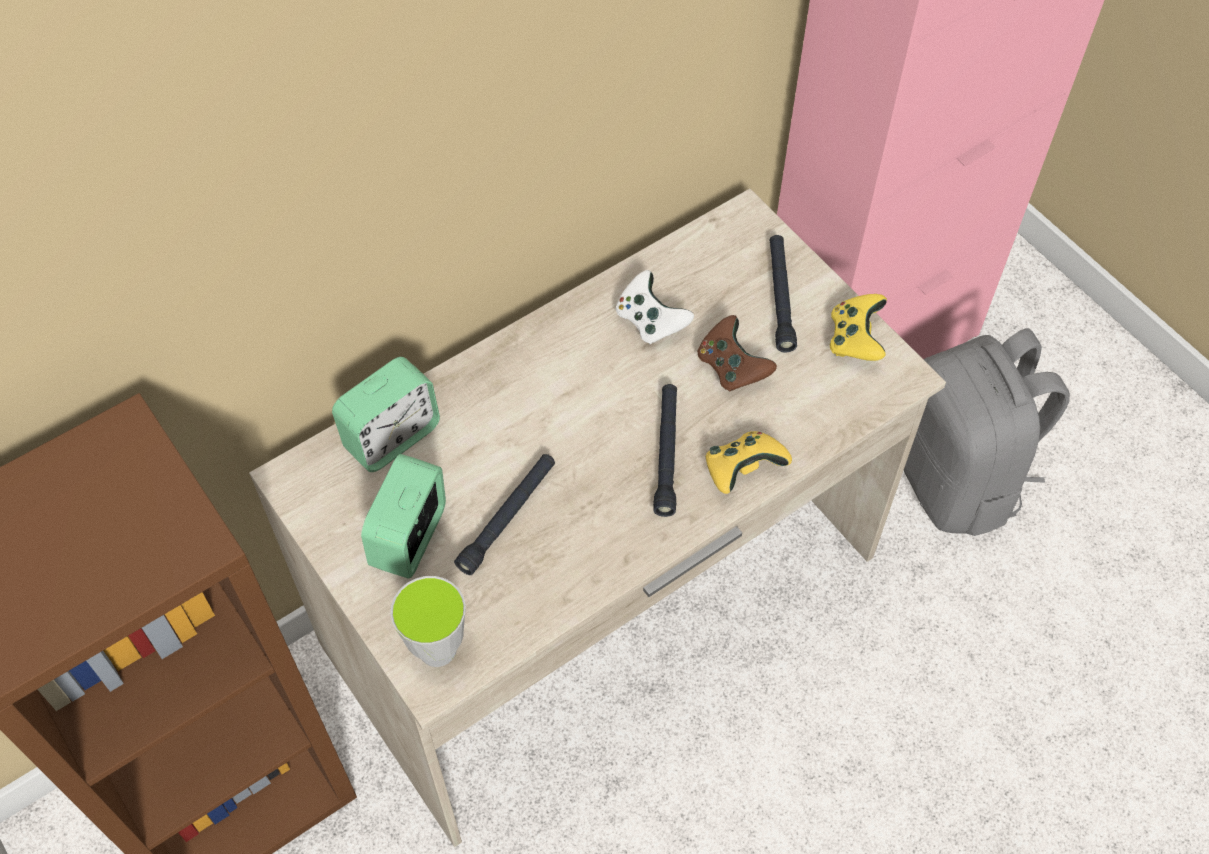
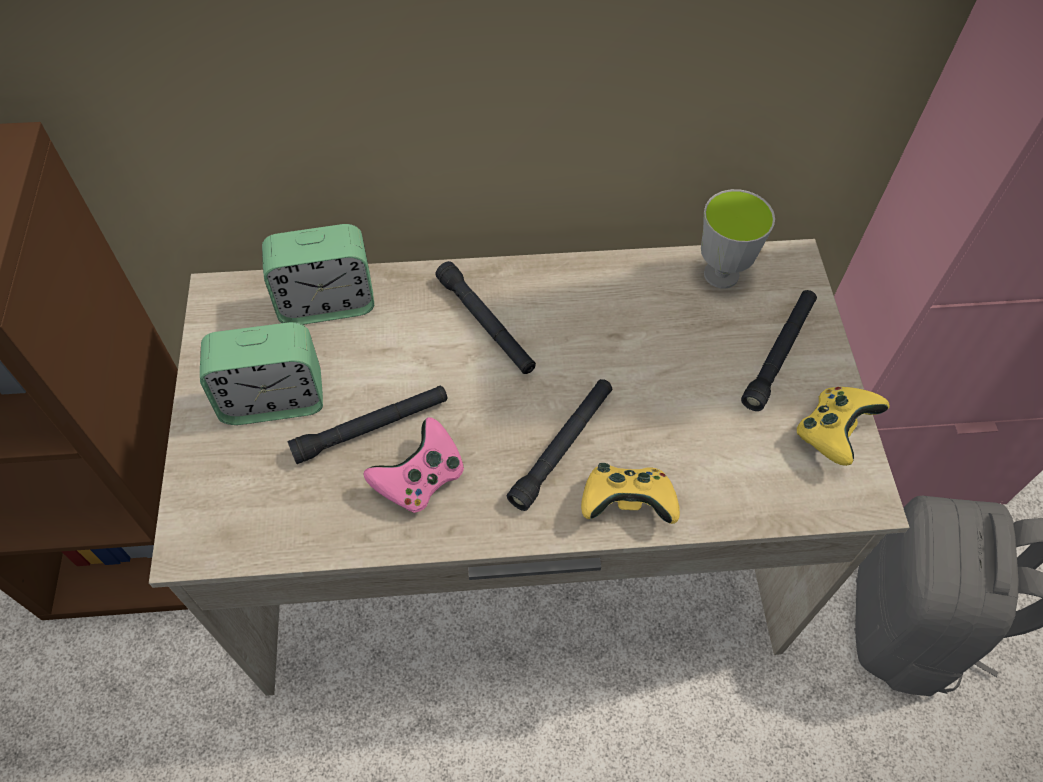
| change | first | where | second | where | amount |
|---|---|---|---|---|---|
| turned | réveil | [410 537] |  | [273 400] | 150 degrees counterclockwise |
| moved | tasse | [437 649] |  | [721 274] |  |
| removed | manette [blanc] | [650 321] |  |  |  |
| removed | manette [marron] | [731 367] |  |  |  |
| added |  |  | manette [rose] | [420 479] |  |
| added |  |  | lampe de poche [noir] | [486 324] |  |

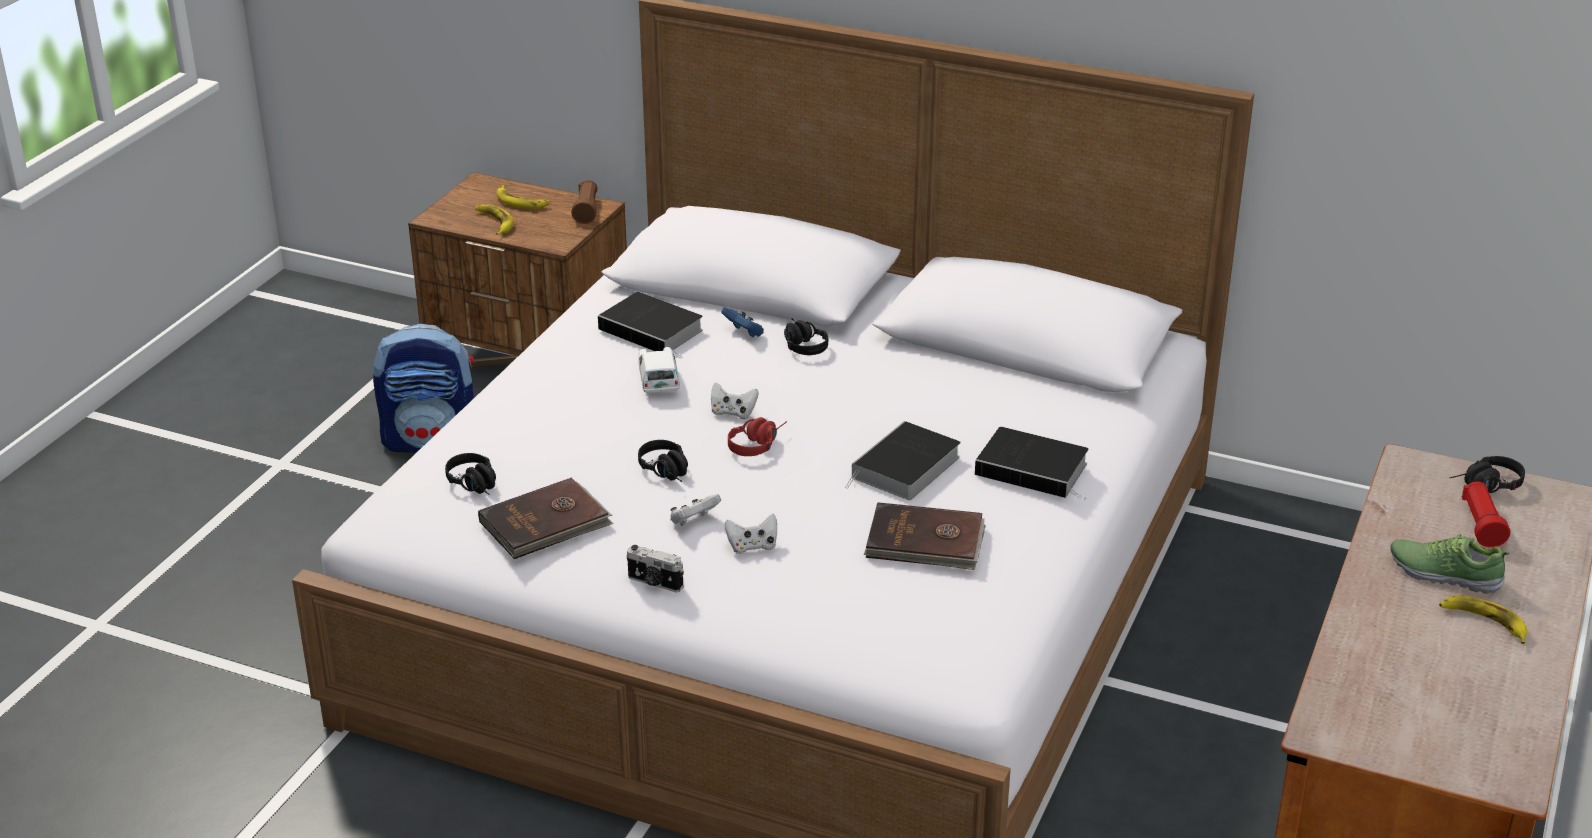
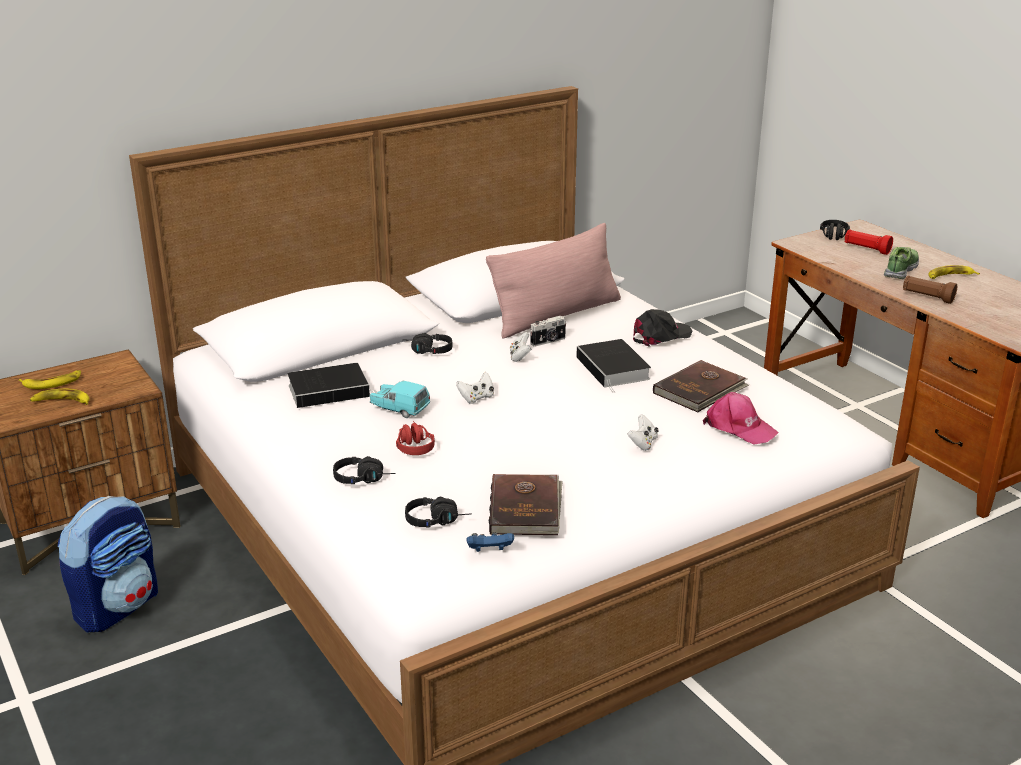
| change | first | where | second | where | amount |
|---|---|---|---|---|---|
| moved | lampe de poche [marron] | [586 211] |  | [927 297] |  |
| moved | appareil photo | [654 583] |  | [548 341] |  |
| recoloured | petite voiture [blanc] | [658 381] | petite voiture [turquoise] | [400 409] |  |
| moved | casque audio [noir] | [668 472] |  | [365 479] |  |
| moved | manette [blanc] | [693 521] |  | [520 357] |  |
| moved | manette [bleu] | [744 333] |  | [489 551] |  |
| moved | casque audio [rouge] | [757 444] |  | [413 445] |  |
| replaced | livre | [1035 469] | casquette [noir] | [660 336] |  |
| turned | chaussure | [1444 574] |  | [901 270] | 150 degrees clockwise |
| added |  |  | coussin [rose] | [556 315] |  |
| added |  |  | casquette [rose] | [739 428] |  |

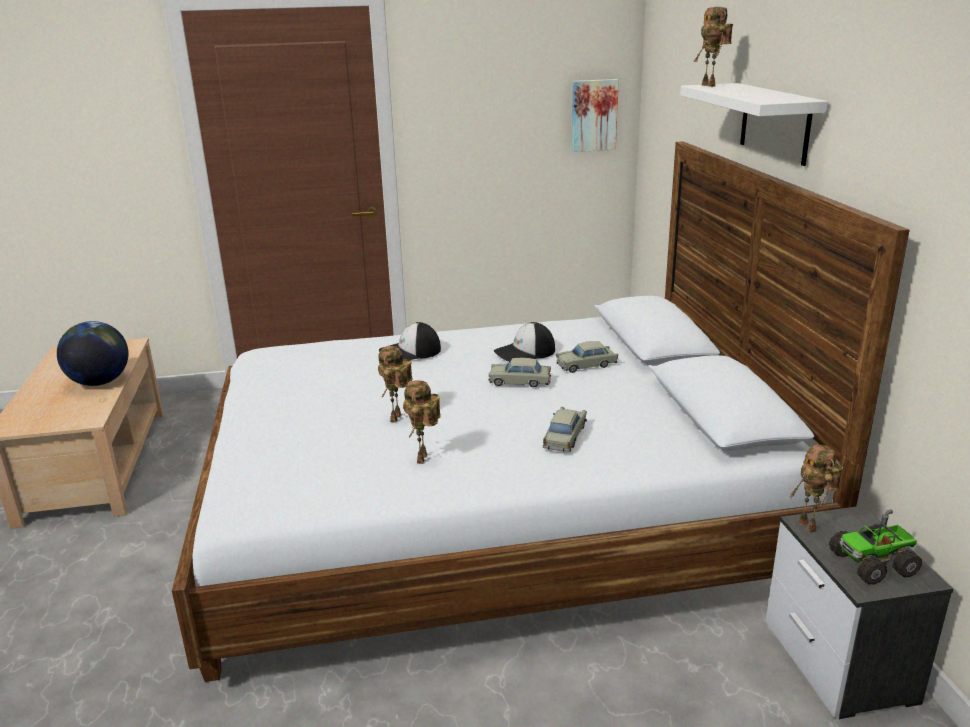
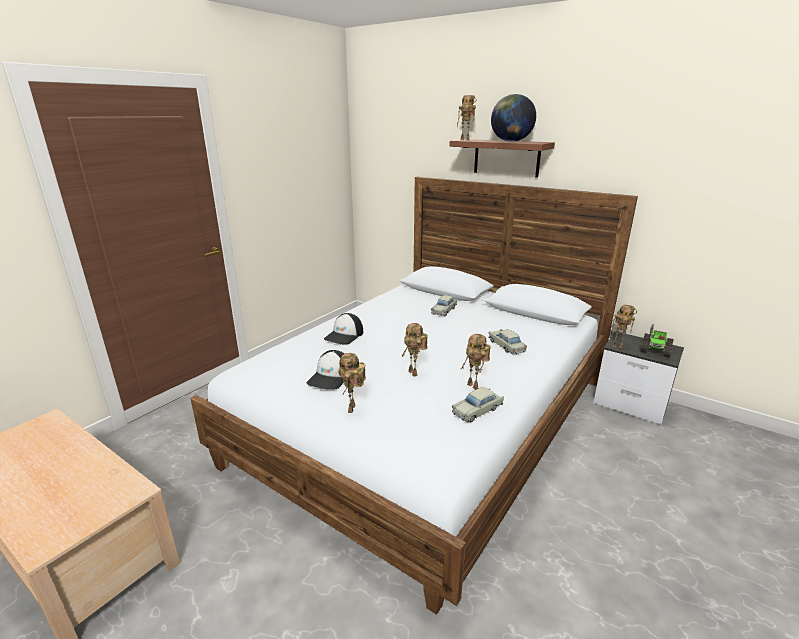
| change | first | where | second | where | amount |
|---|---|---|---|---|---|
| moved | globe | [99 382] |  | [510 141] |  |
| moved | petite voiture [beige] | [519 382] |  | [477 410] |  |
| moved | casquette | [525 352] |  | [331 377] |  |
| removed | tableau | [593 115] |  |  |  |
| recoloured | étagère [blanc] | [775 123] | étagère [marron] | [506 157] |  |
| added |  |  | robot jouet | [353 409] |  |

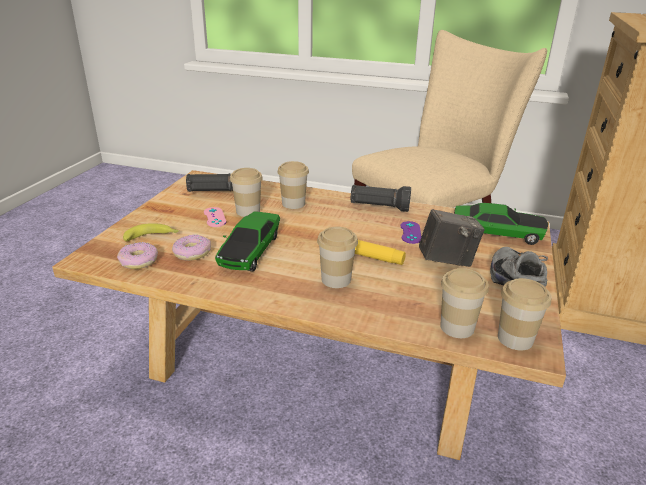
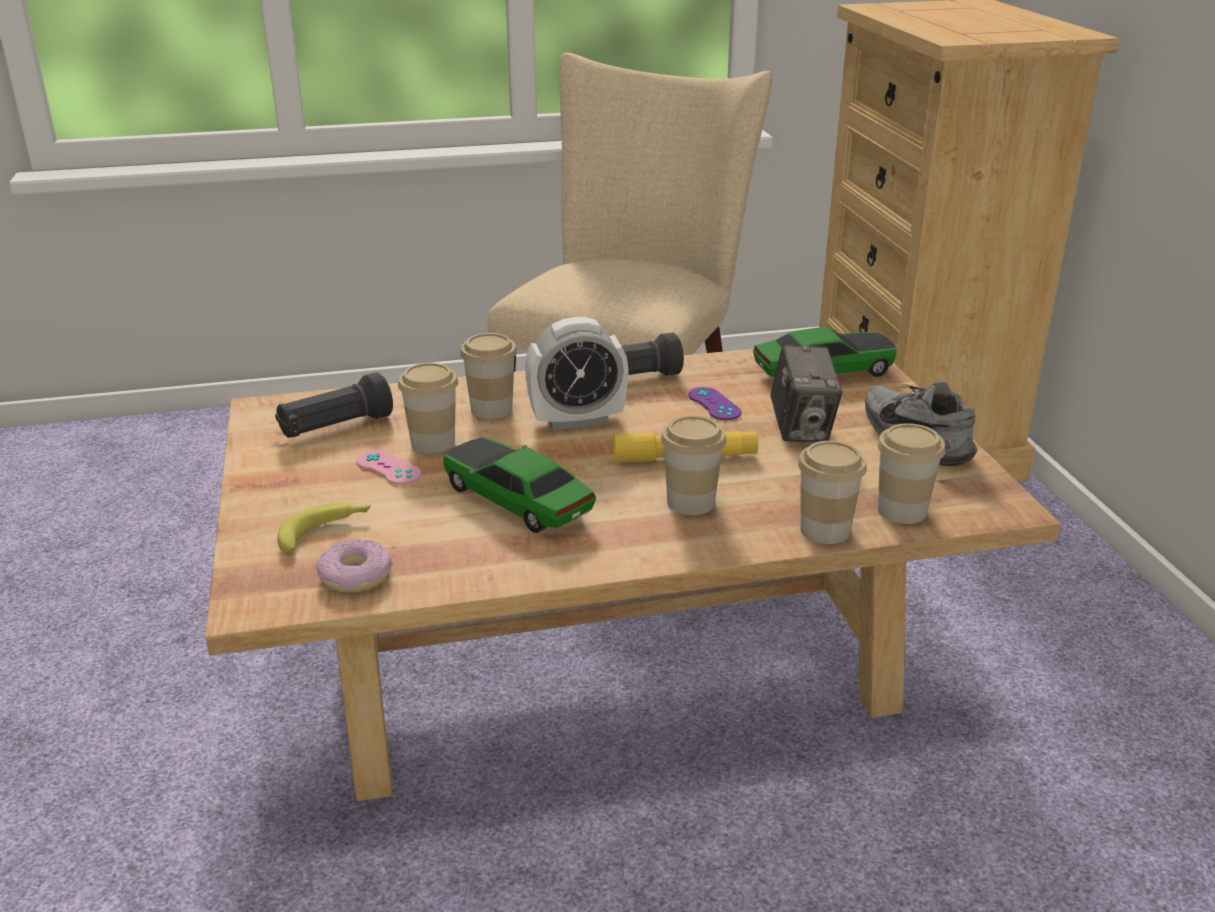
| change | first | where | second | where | amount |
|---|---|---|---|---|---|
| removed | beignet | [192 253] |  |  |  |
| turned | petite voiture | [251 251] |  | [518 501] | 150 degrees clockwise |
| turned | appareil photo | [447 260] |  | [802 429] | 120 degrees clockwise |
| moved | tasse | [515 339] |  | [825 530] |  |
| added |  |  | réveil | [577 420] |  |

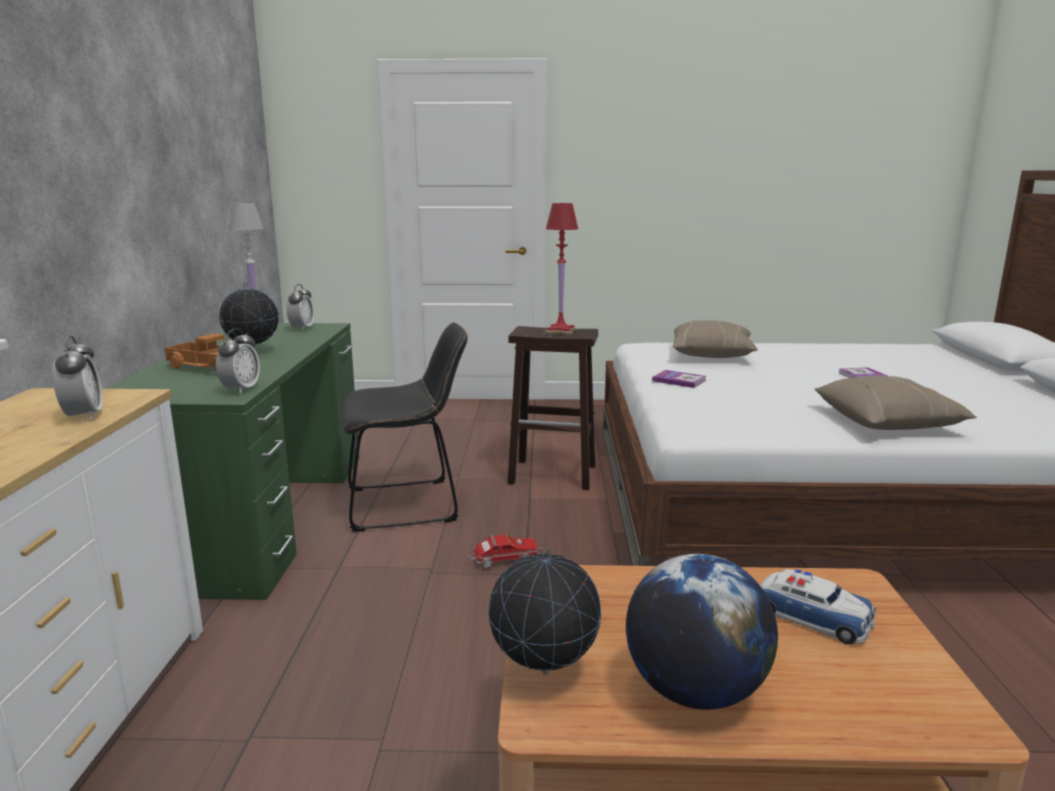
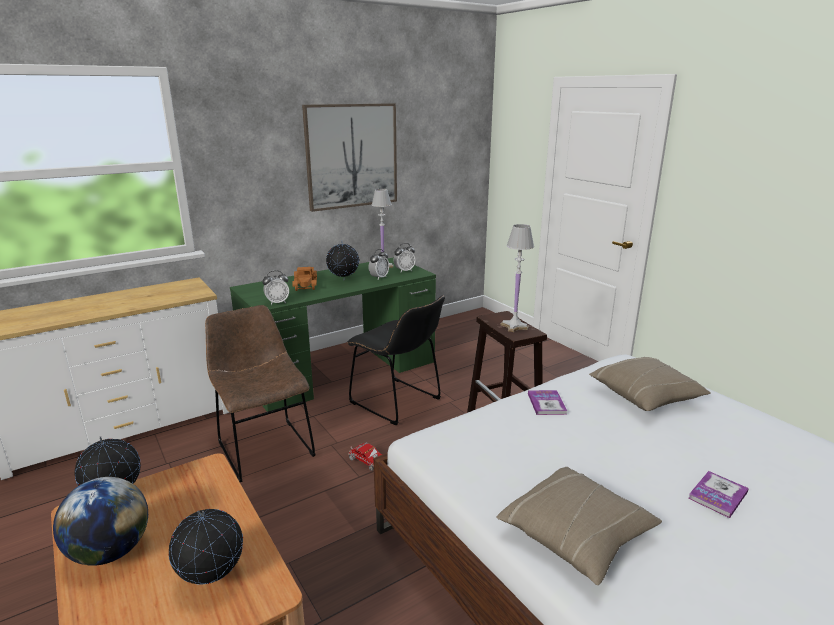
| change | first | where | second | where | amount |
|---|---|---|---|---|---|
| moved | réveil | [83 416] |  | [379 277] |  |
| recoloured | lampe de table [rouge] | [560 331] | lampe de table [blanc] | [514 326] |  |
| replaced | petite voiture | [812 616] | globe | [212 579] |  |
| added |  |  | chaise [marron] | [264 447] |  |
| added |  |  | tableau | [352 156] |  |

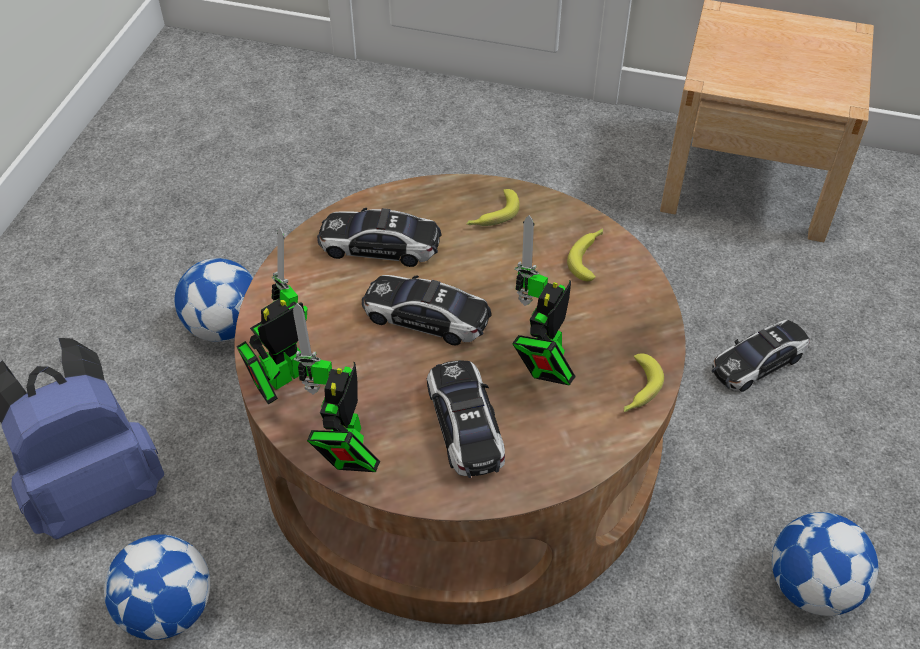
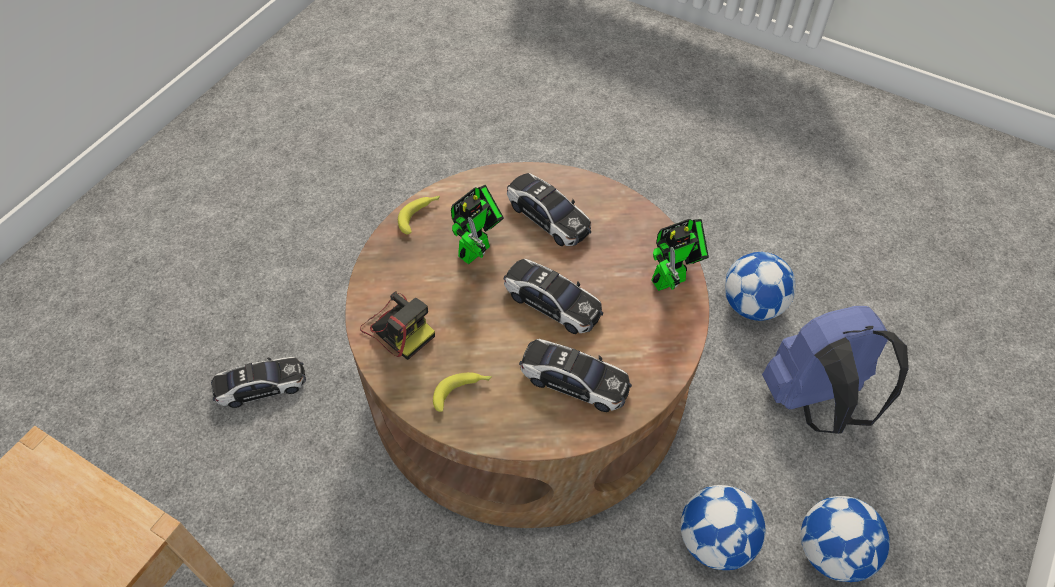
| change | first | where | second | where | amount |
|---|---|---|---|---|---|
| removed | robot jouet | [343 449] |  |  |  |
| turned | petite voiture | [465 426] |  | [548 216] | 45 degrees counterclockwise |
| replaced | banane | [589 257] | appareil photo | [398 328] |  |
| moved | ballon de foot | [811 586] |  | [832 552] |  |

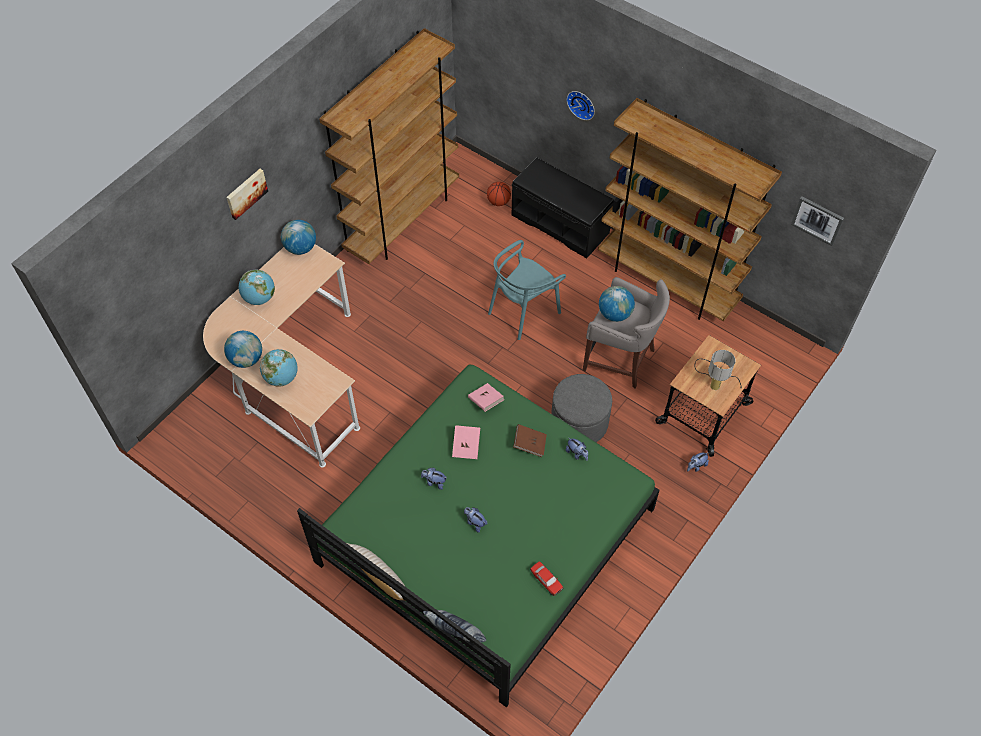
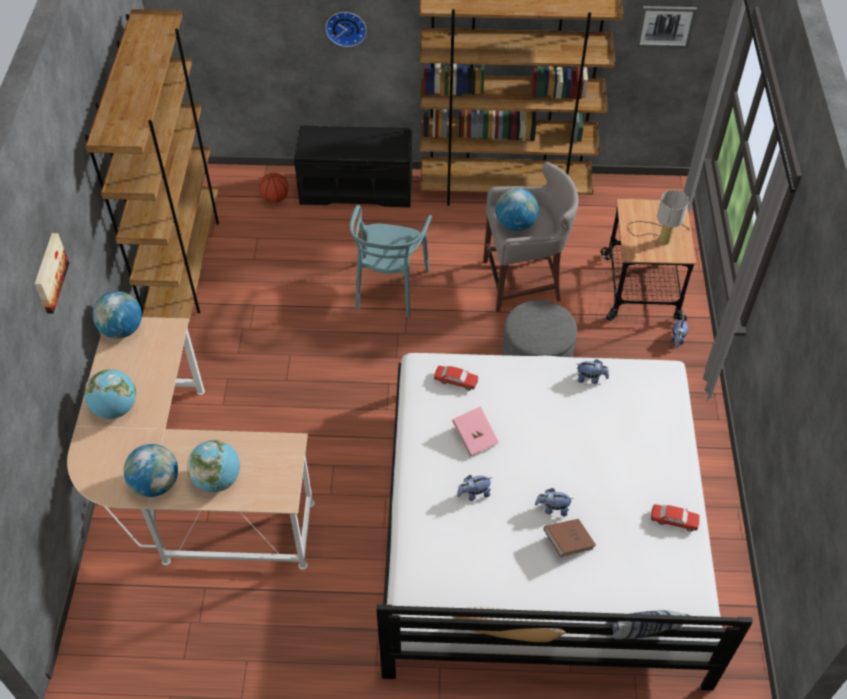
| change | first | where | second | where | amount |
|---|---|---|---|---|---|
| recoloured | lit [vert] | [485 535] | lit [blanc] | [541 529] |  |
| replaced | livre [rose] | [486 401] | petite voiture | [456 381] |  |
| moved | livre [marron] | [529 444] |  | [568 542] |  |

